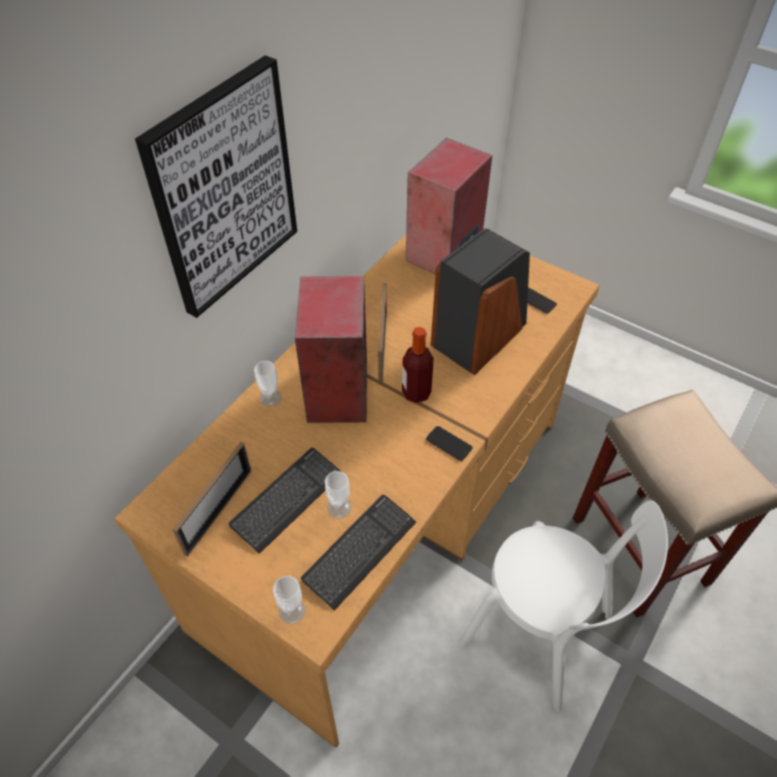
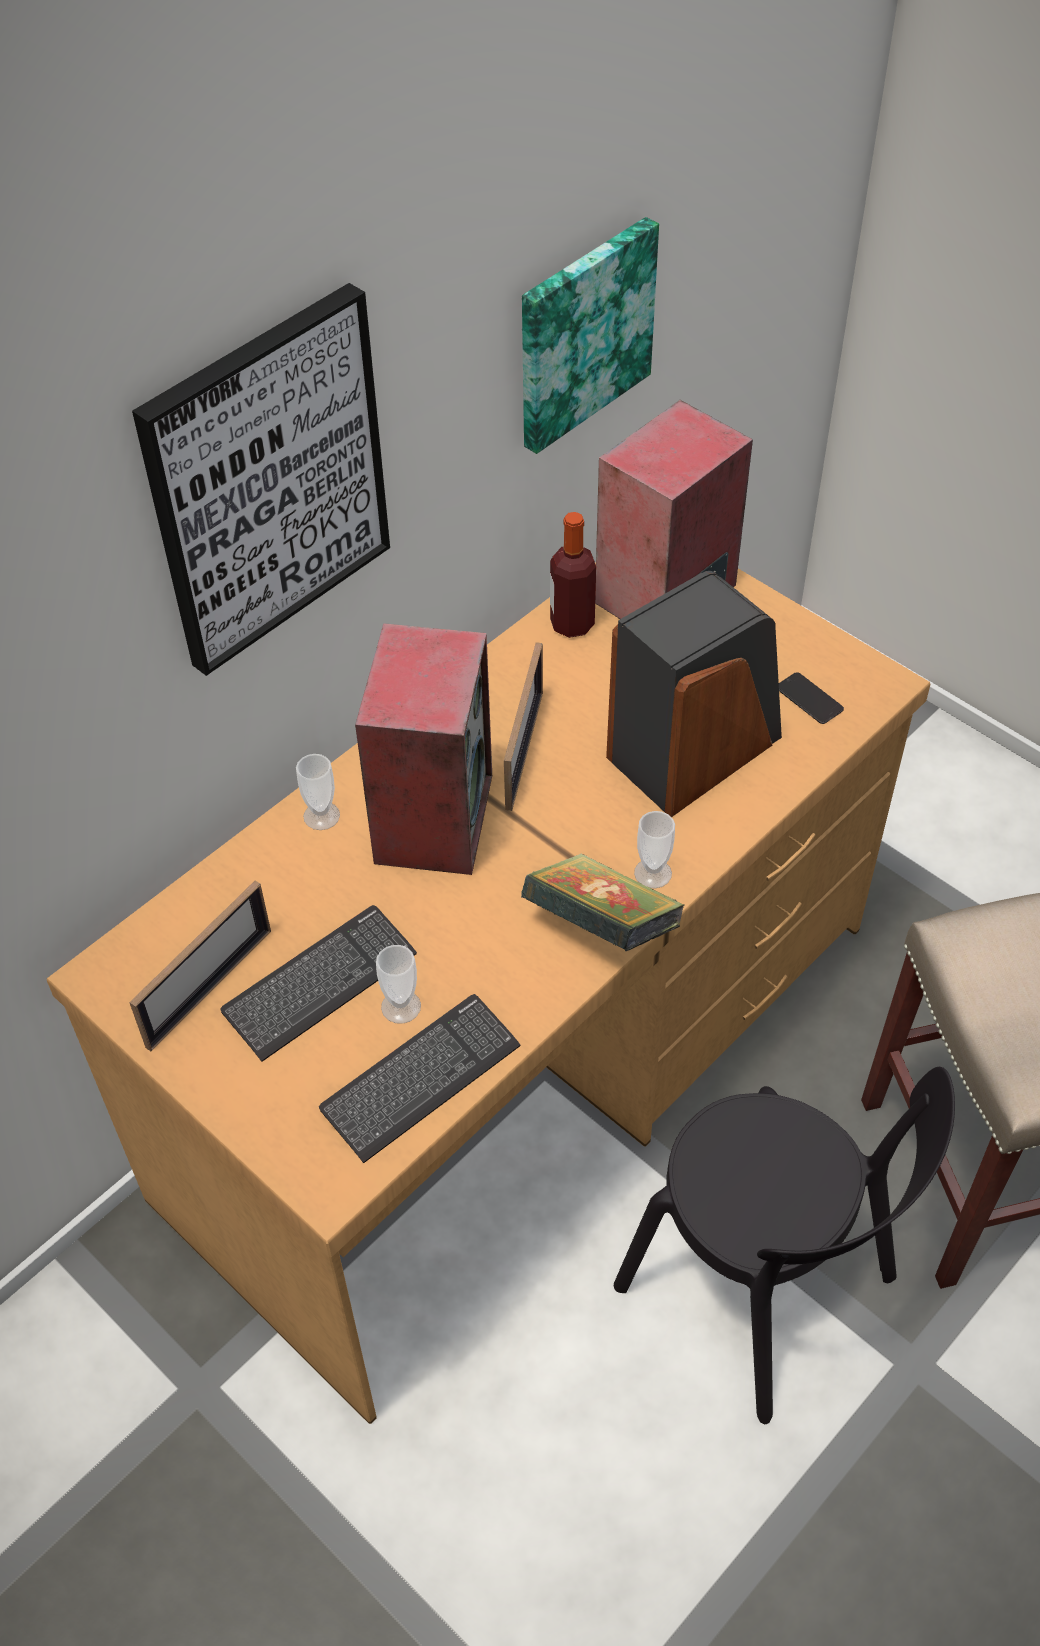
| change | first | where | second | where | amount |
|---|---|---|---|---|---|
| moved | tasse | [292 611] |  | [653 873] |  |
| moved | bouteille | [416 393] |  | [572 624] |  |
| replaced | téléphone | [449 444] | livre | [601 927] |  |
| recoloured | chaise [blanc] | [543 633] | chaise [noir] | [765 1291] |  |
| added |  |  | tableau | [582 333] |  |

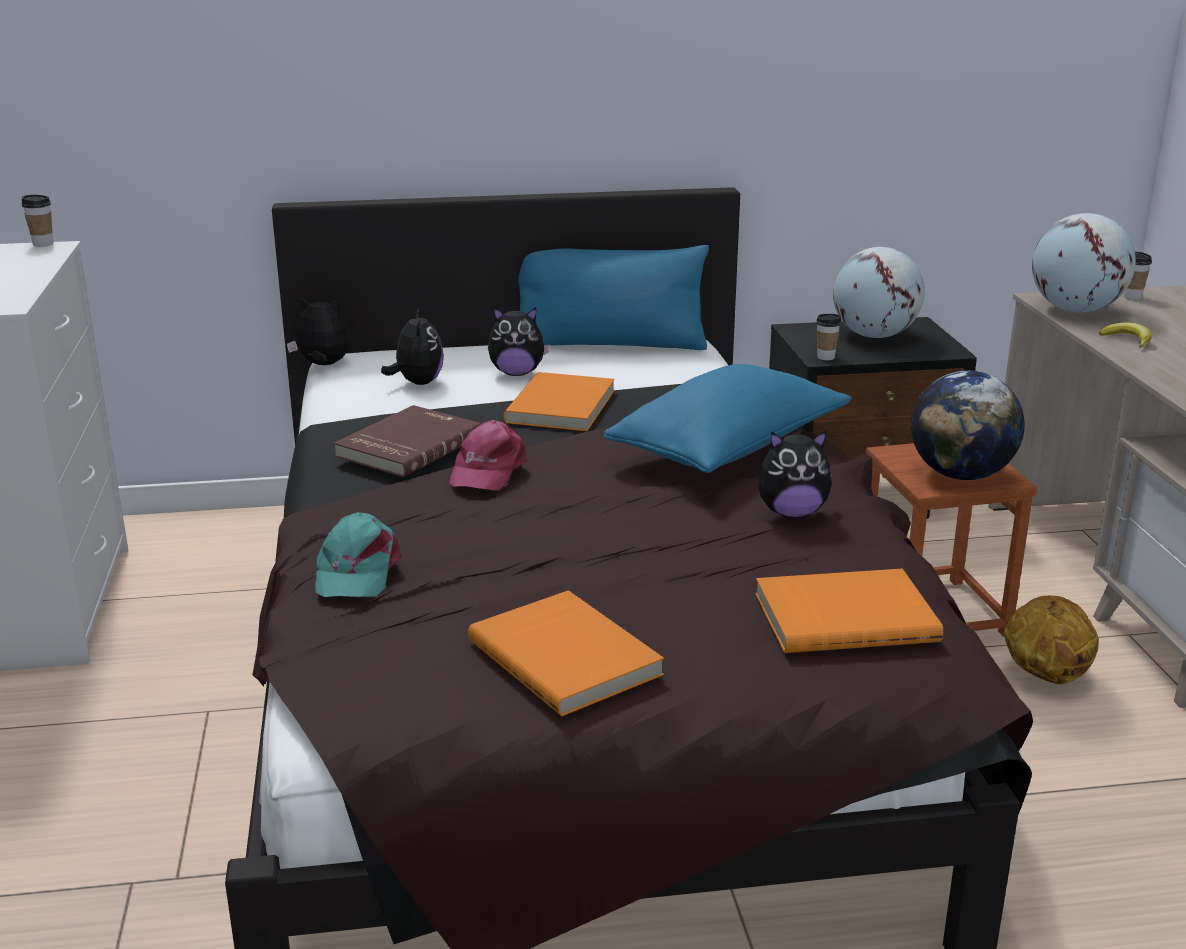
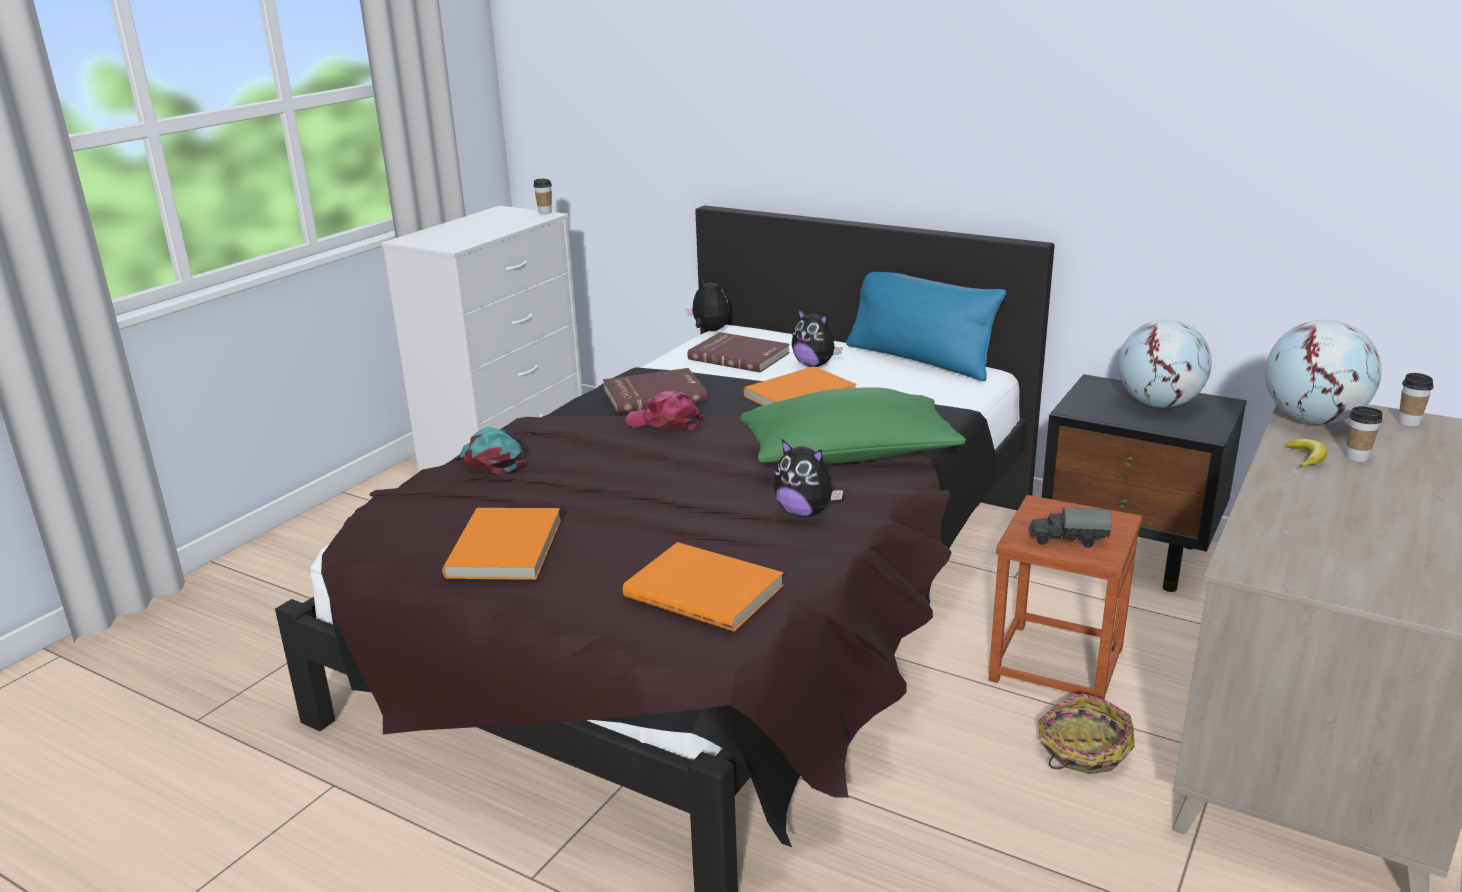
| change | first | where | second | where | amount |
|---|---|---|---|---|---|
| turned | casquette [turquoise] | [356 571] |  | [491 459] | 105 degrees clockwise |
| replaced | peluche | [417 383] | livre [rouge] | [740 356] |  |
| turned | casquette [rose] | [487 470] |  | [665 423] | 60 degrees clockwise |
| recoloured | coussin [bleu] | [730 450] | coussin [vert] | [849 457] |  |
| moved | tasse | [825 357] |  | [1357 457] |  |
| replaced | globe | [961 475] | camion jouet | [1067 540] |  |
| replaced | ballon de basket | [1044 675] | panier | [1082 750] |  |

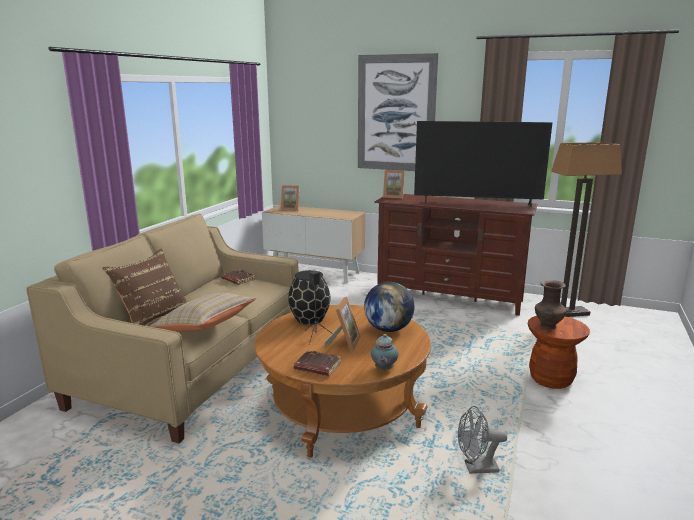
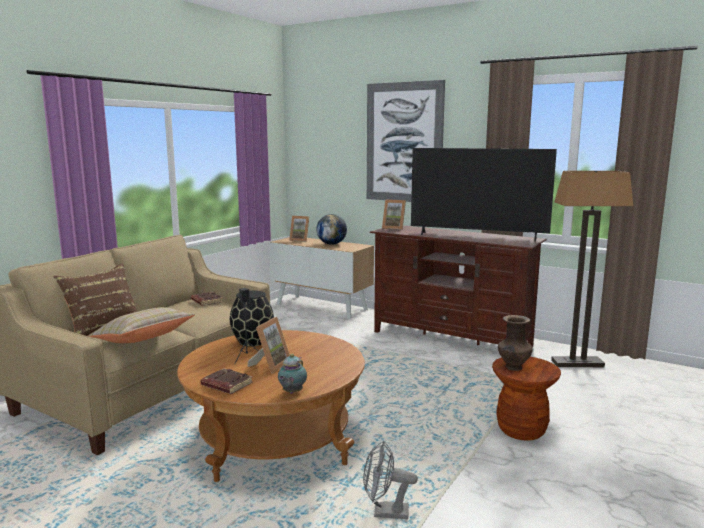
| change | first | where | second | where | amount |
|---|---|---|---|---|---|
| moved | globe | [388 329] |  | [331 244] |  |

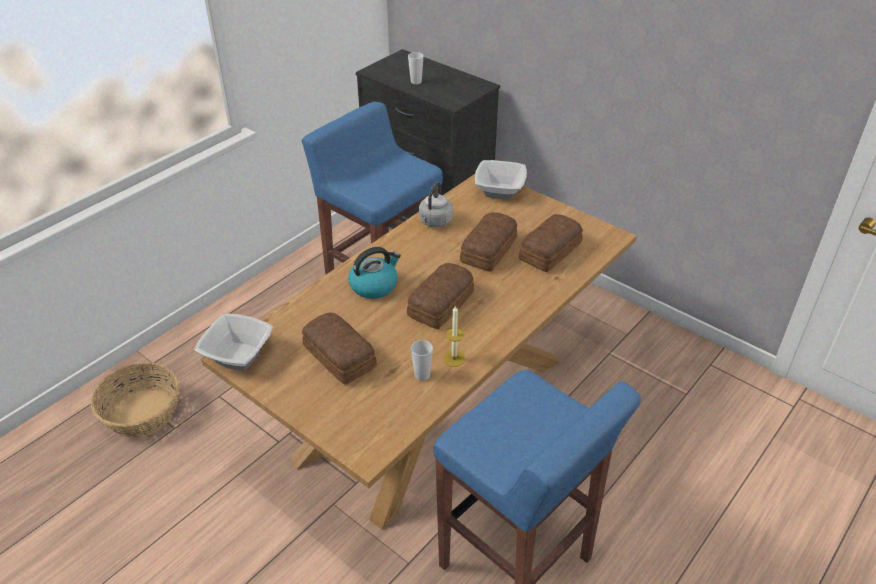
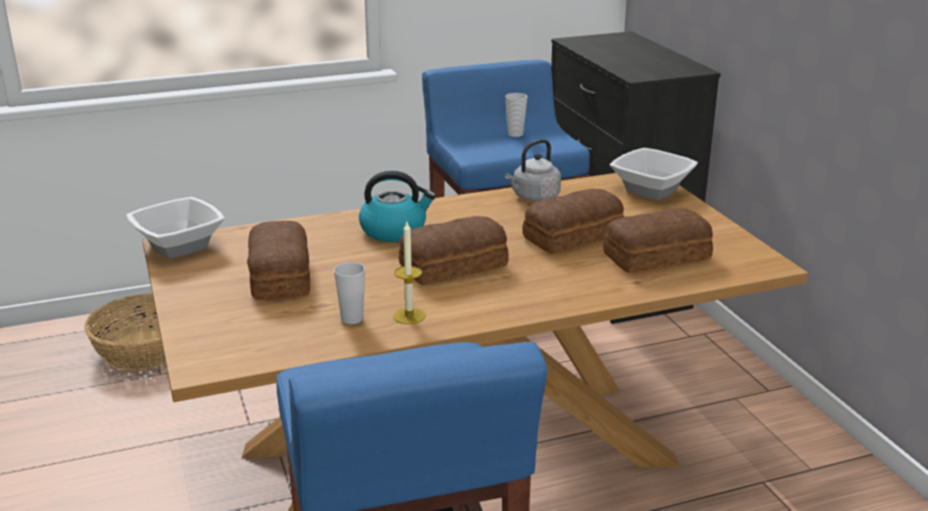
| change | first | where | second | where | amount |
|---|---|---|---|---|---|
| moved | tasse | [416 82] |  | [515 134] |  |

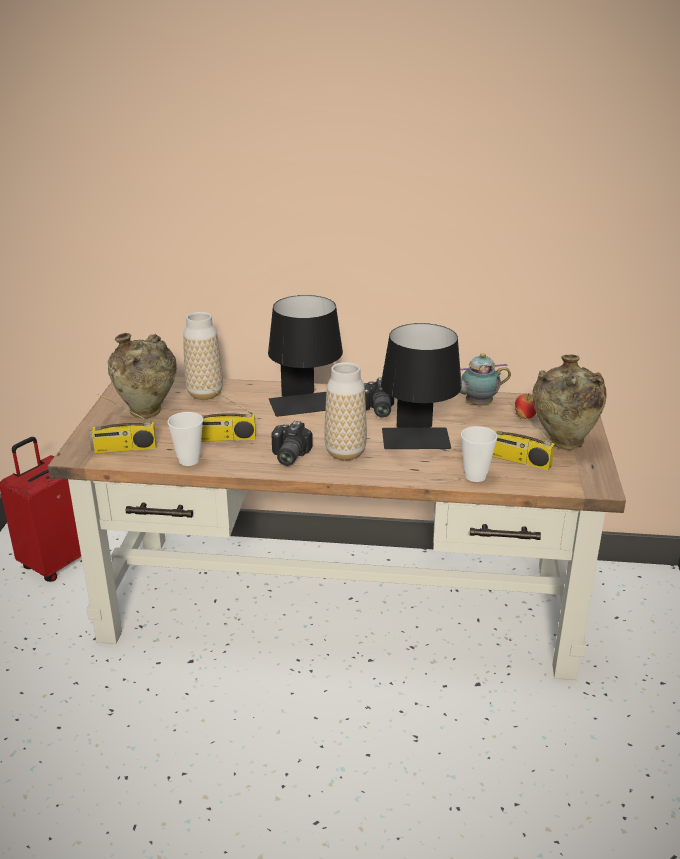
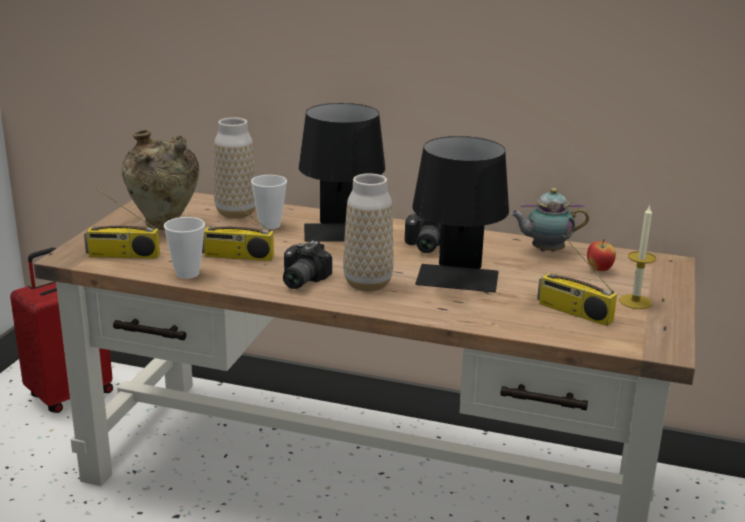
| change | first | where | second | where | amount |
|---|---|---|---|---|---|
| moved | tasse | [475 476] |  | [270 225] |  |
| replaced | vase [beige] | [562 444] | bougie | [635 301] |  |

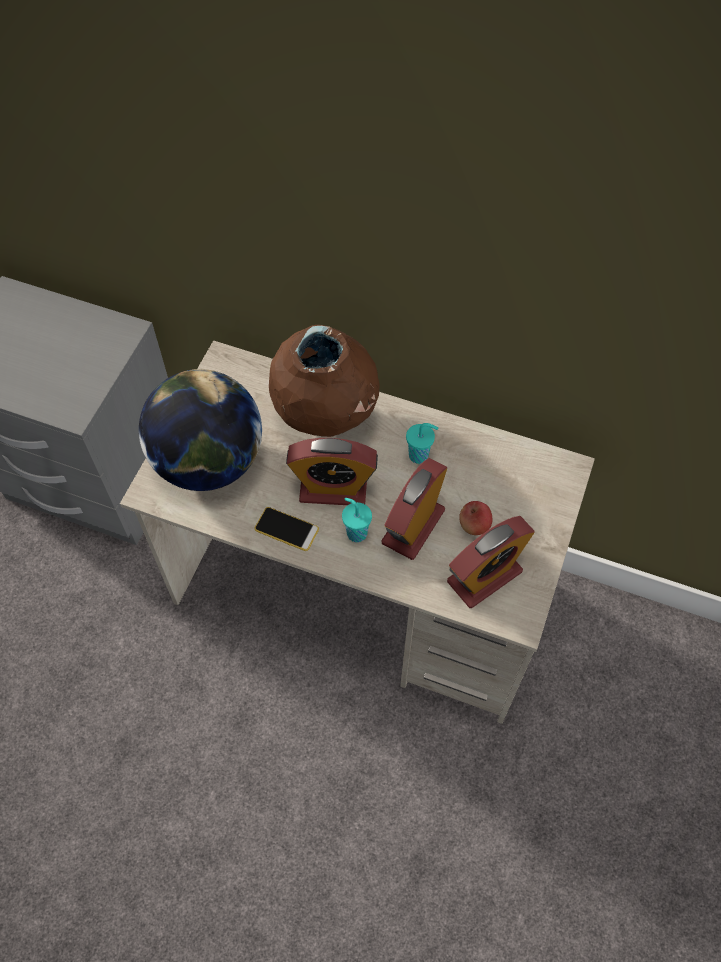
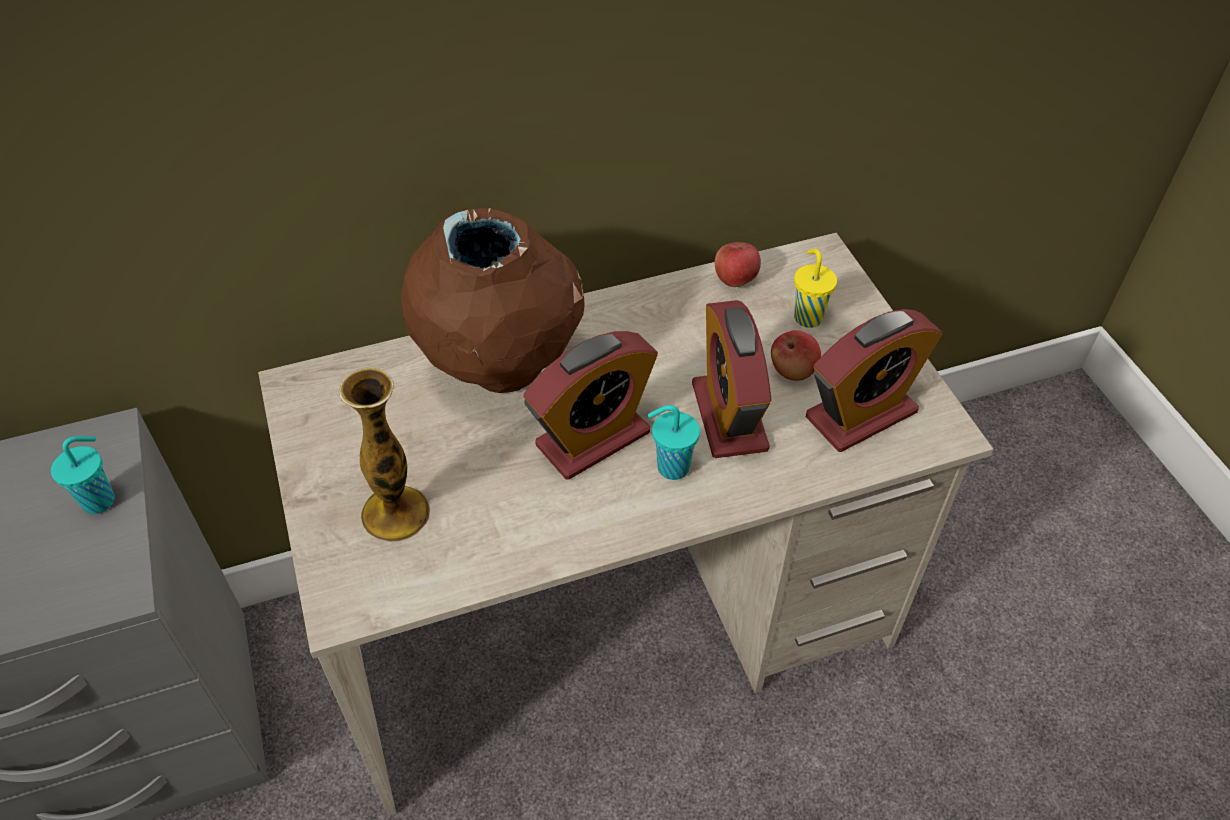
| change | first | where | second | where | amount |
|---|---|---|---|---|---|
| replaced | globe | [209 462] | vase | [395 513] |  |
| removed | téléphone | [286 529] |  |  |  |
| moved | tasse [turquoise] | [419 455] |  | [100 500] |  |
| turned | réveil | [484 576] |  | [861 415] | 45 degrees clockwise |
| added |  |  | pomme | [735 279] |  |
| added |  |  | tasse [jaune] | [807 316] |  |

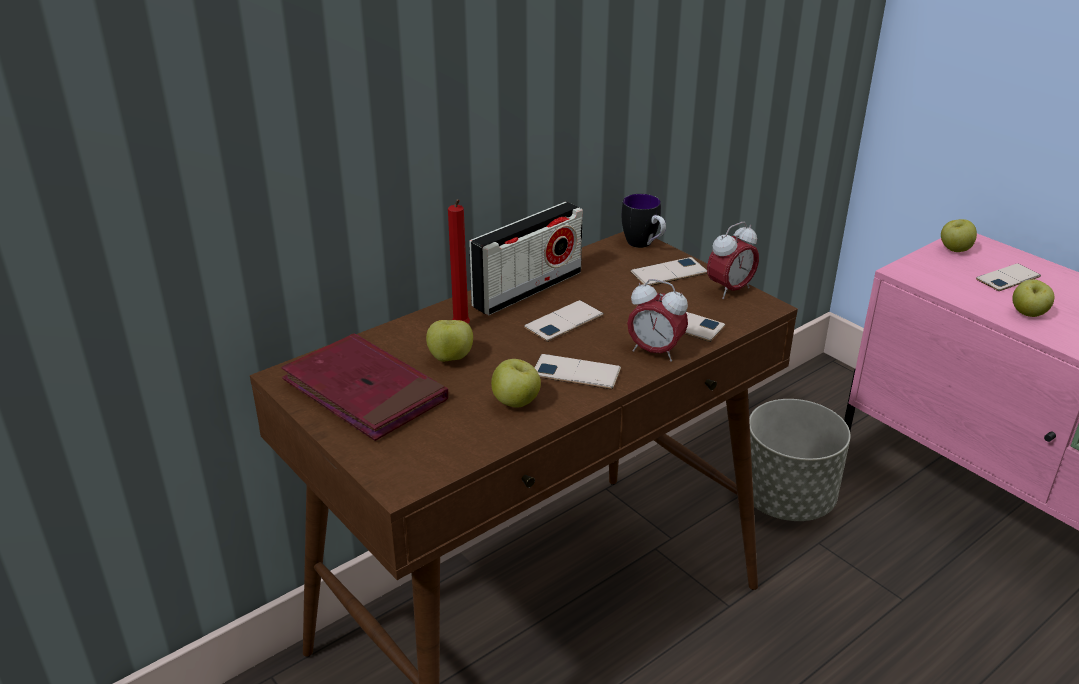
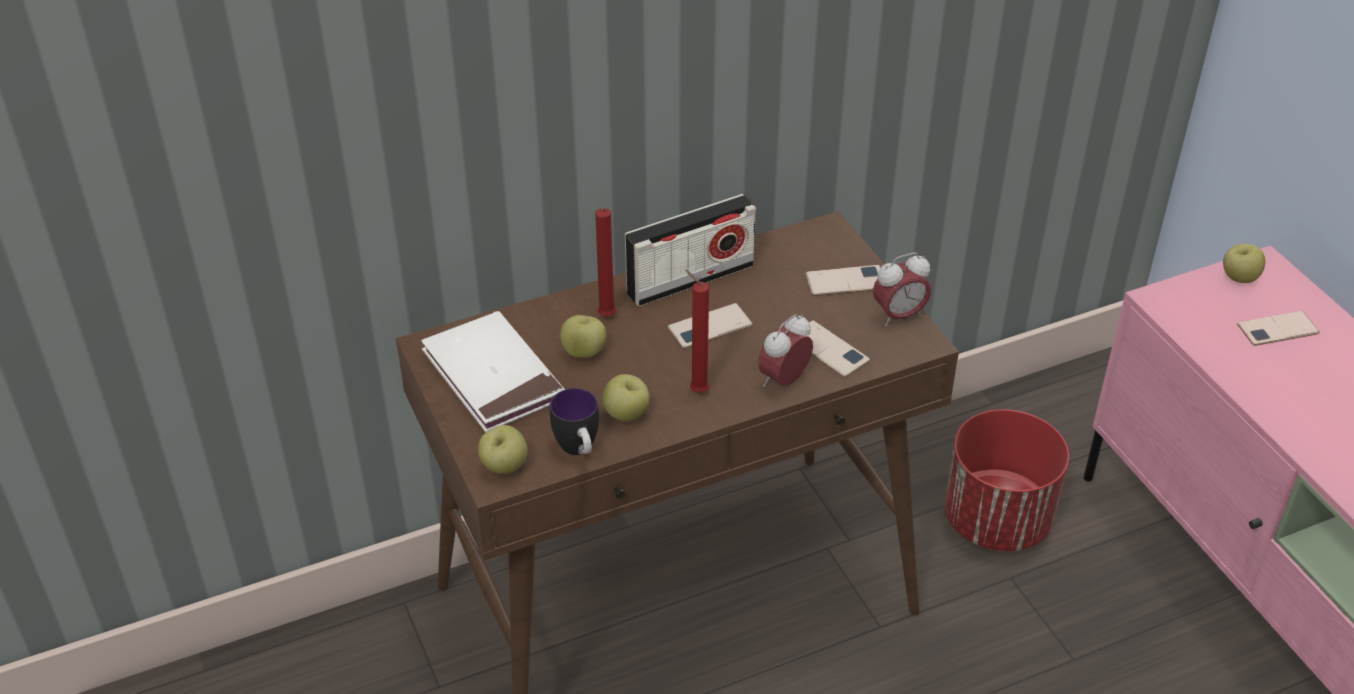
| change | first | where | second | where | amount |
|---|---|---|---|---|---|
| recoloured | livre [rouge] | [365 392] | livre [blanc] | [493 376] |  |
| replaced | téléphone | [576 372] | bougie [rouge] | [696 390] |  |
| moved | mug | [644 245] |  | [579 451] |  |
| turned | réveil | [655 352] |  | [784 380] | 90 degrees clockwise |
| recoloured | cache-pot [gris] | [787 500] | cache-pot [rouge] | [998 521] |  |
| moved | pomme | [1028 314] |  | [504 467] |  |

